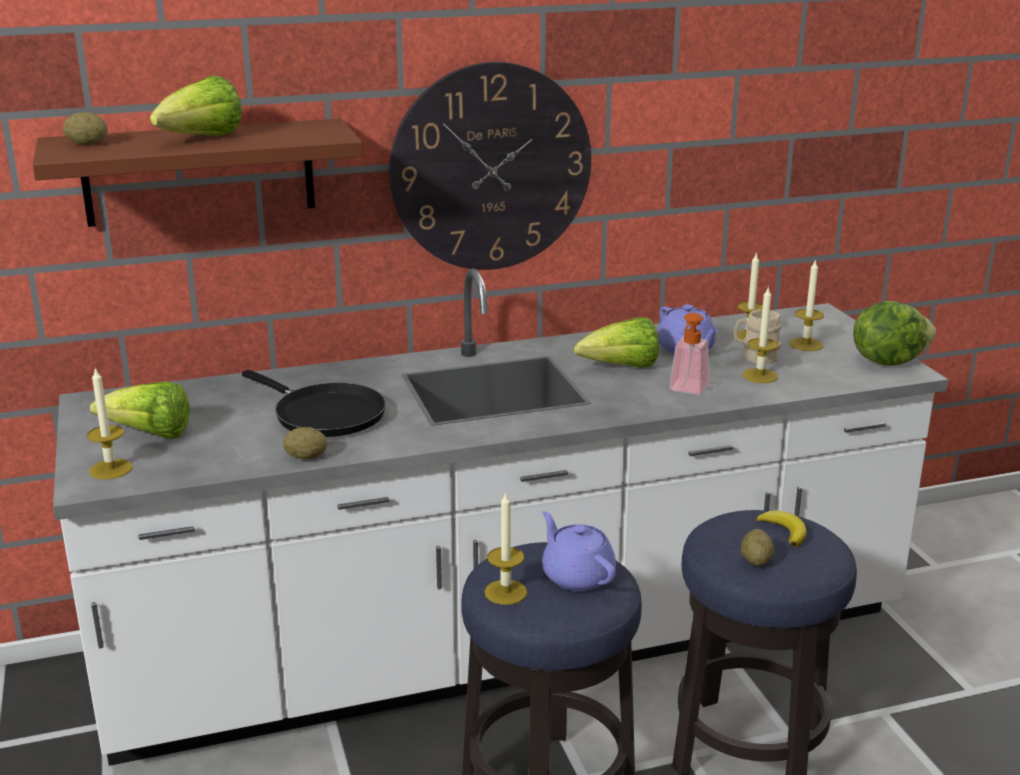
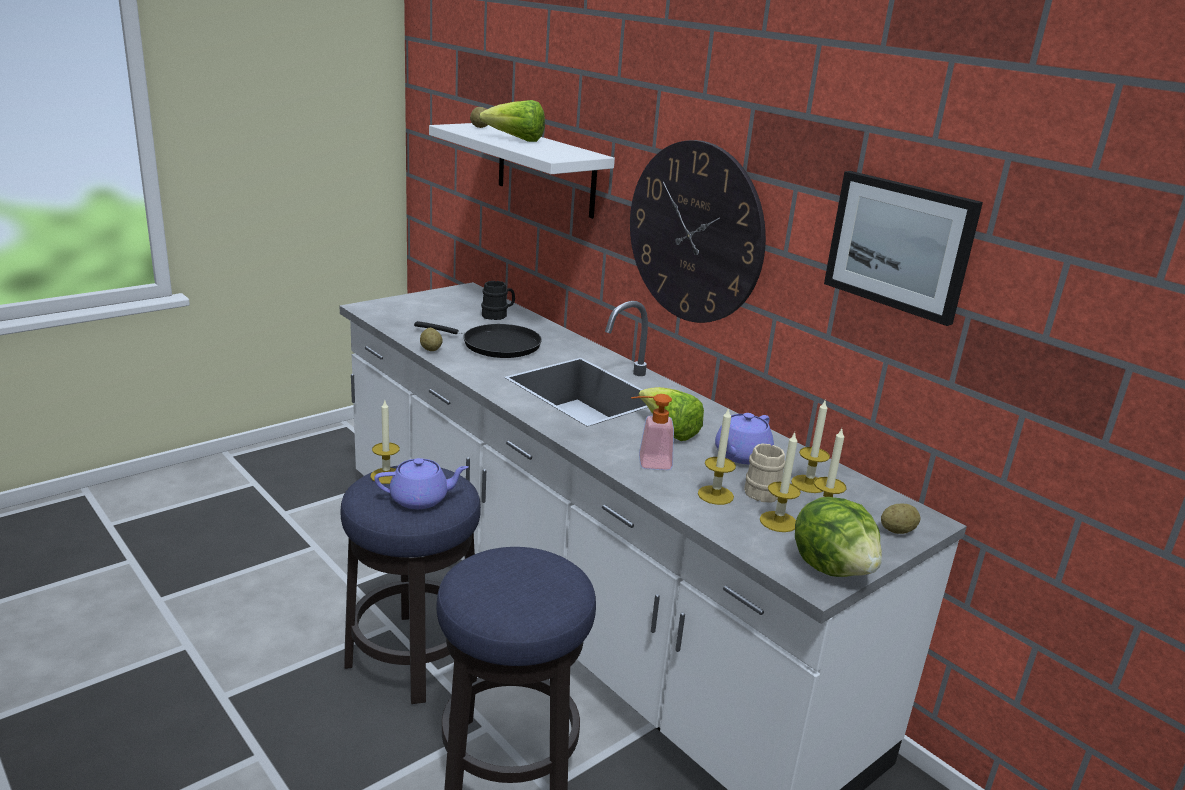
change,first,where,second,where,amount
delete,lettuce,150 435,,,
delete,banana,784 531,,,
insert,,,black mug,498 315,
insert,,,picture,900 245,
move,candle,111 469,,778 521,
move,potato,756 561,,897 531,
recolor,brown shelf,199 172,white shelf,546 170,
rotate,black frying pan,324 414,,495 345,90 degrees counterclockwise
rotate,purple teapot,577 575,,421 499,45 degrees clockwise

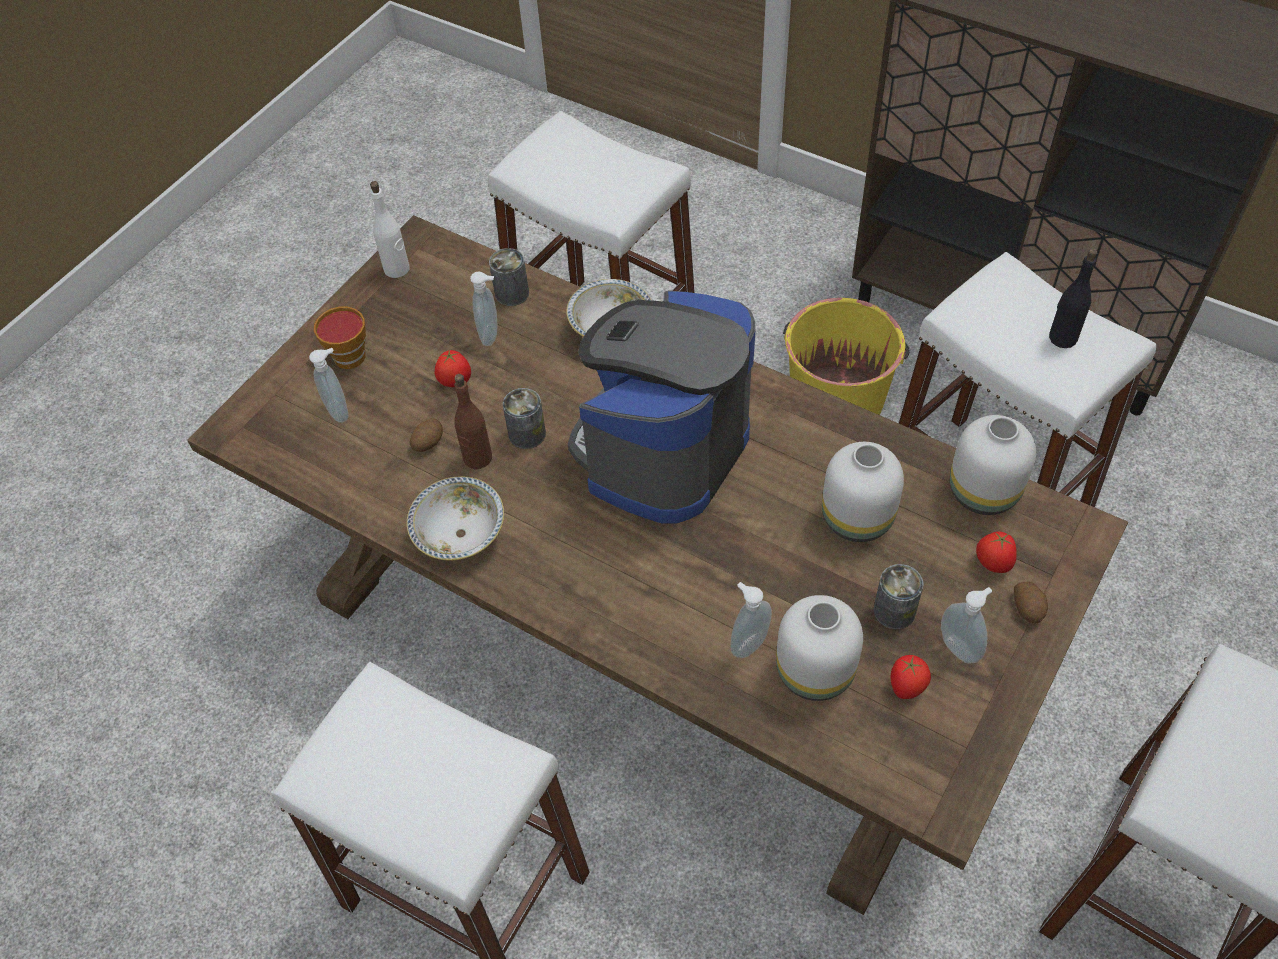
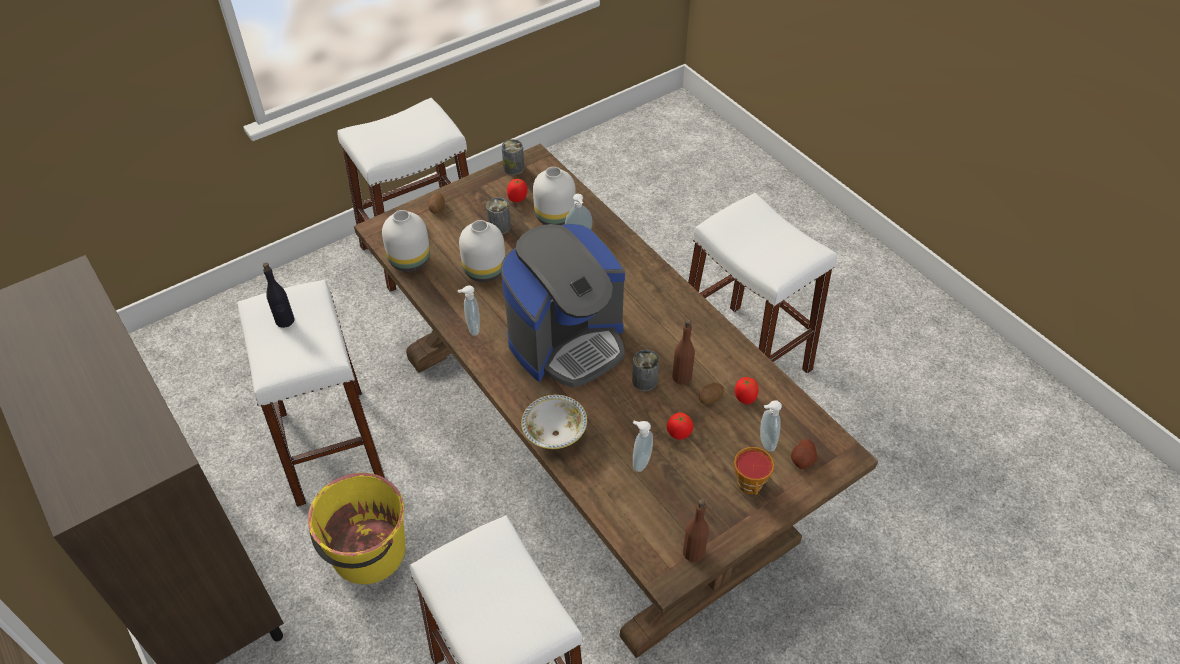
change,first,where,second,where,amount
delete,bowl,460 535,,,
insert,,,potato,802 460,
move,can,512 293,,513 168,
move,soap dispenser,960 647,,472 328,
move,tomato,992 564,,744 398,
recolor,white bottle,397 269,brown bottle,693 552,

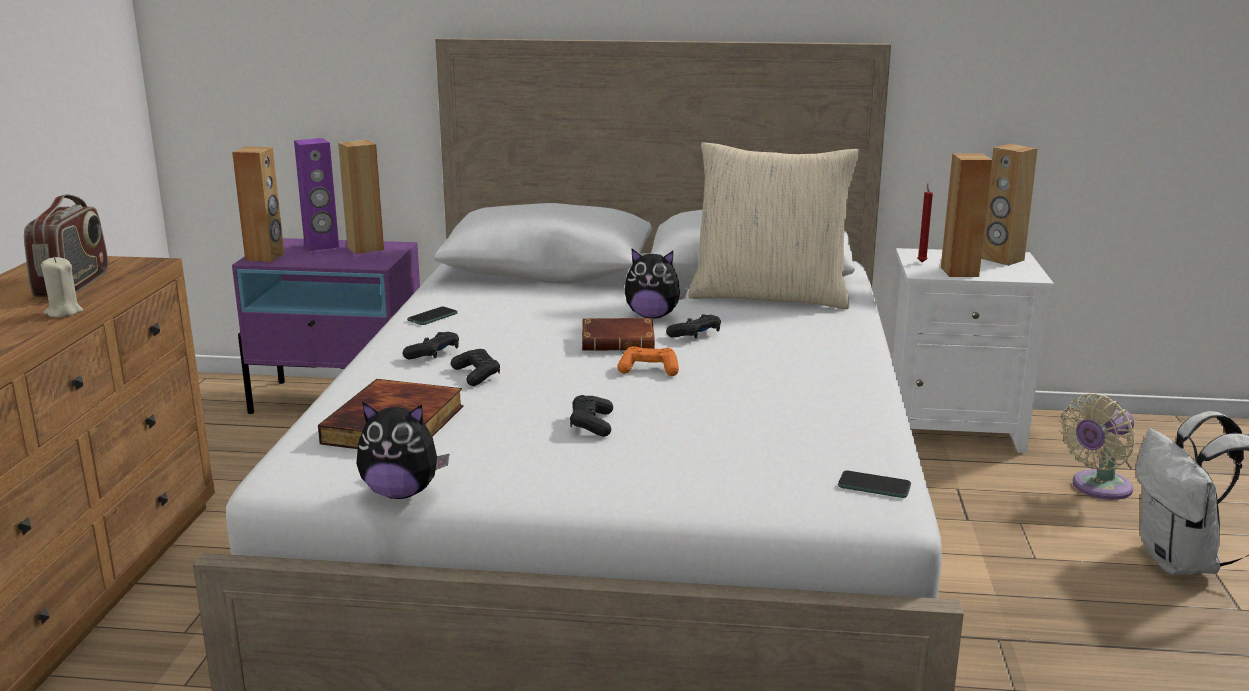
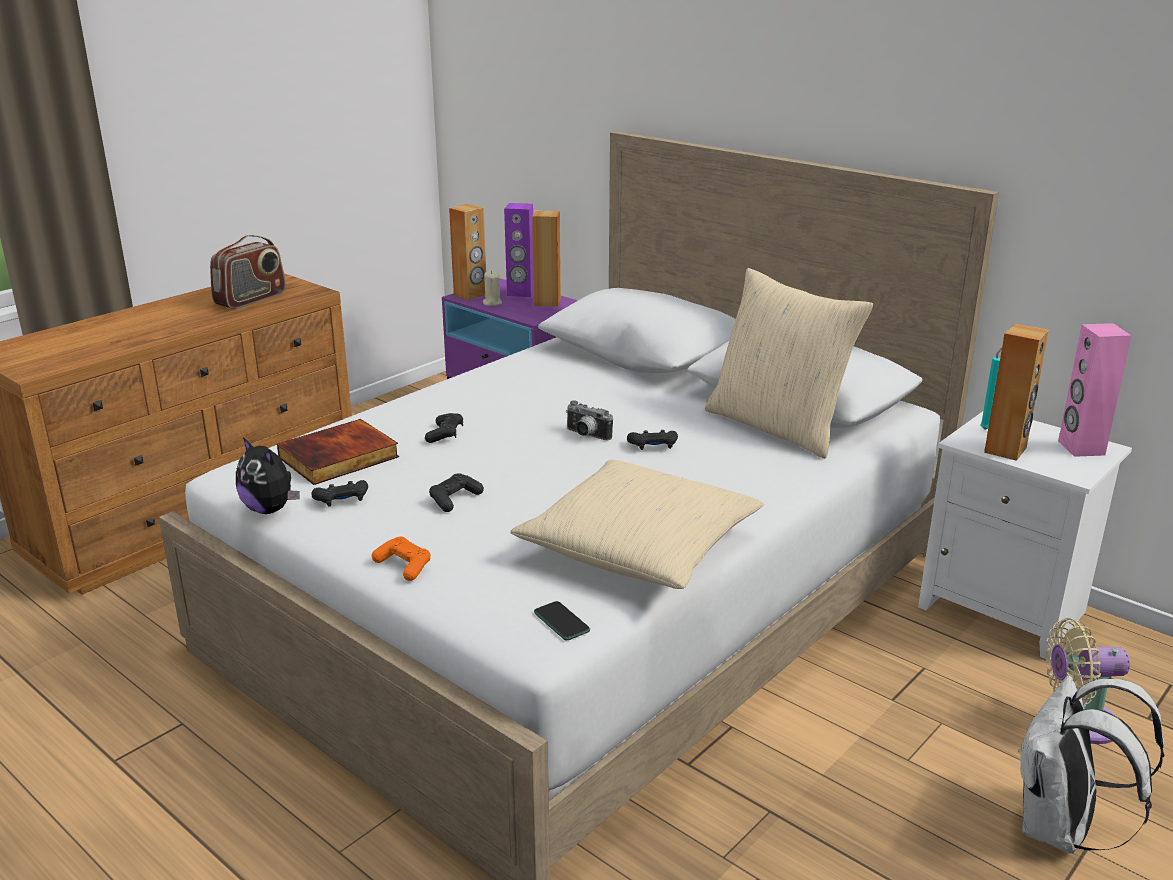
change,first,where,second,where,amount
delete,phone,432 317,,,
delete,plush toy,652 316,,,
insert,,,beige pillow,640 546,
move,beige candle,63 312,,492 303,
move,black game controller,434 354,,342 500,
move,orange game controller,649 370,,404 566,
replace,brown book,620 342,photo camera,586 436,
recolor,red candle,921 262,turquoise candle,985 429,
recolor,brown speaker,1002 259,pink speaker,1080 448,

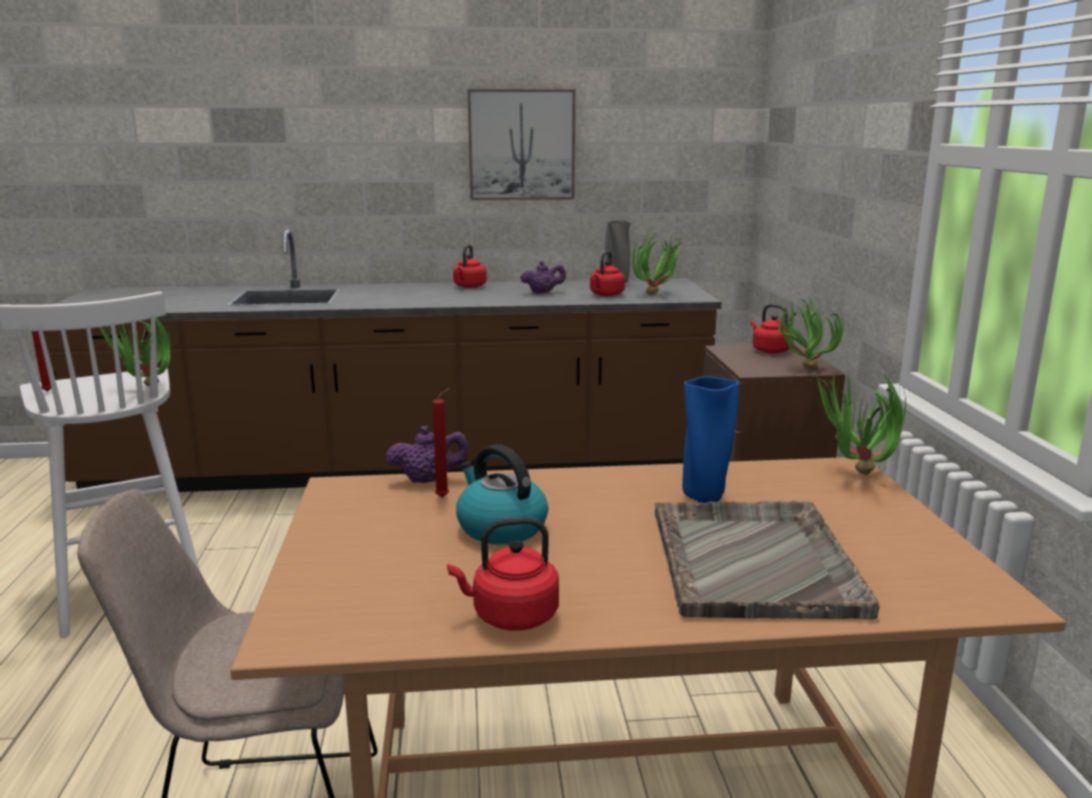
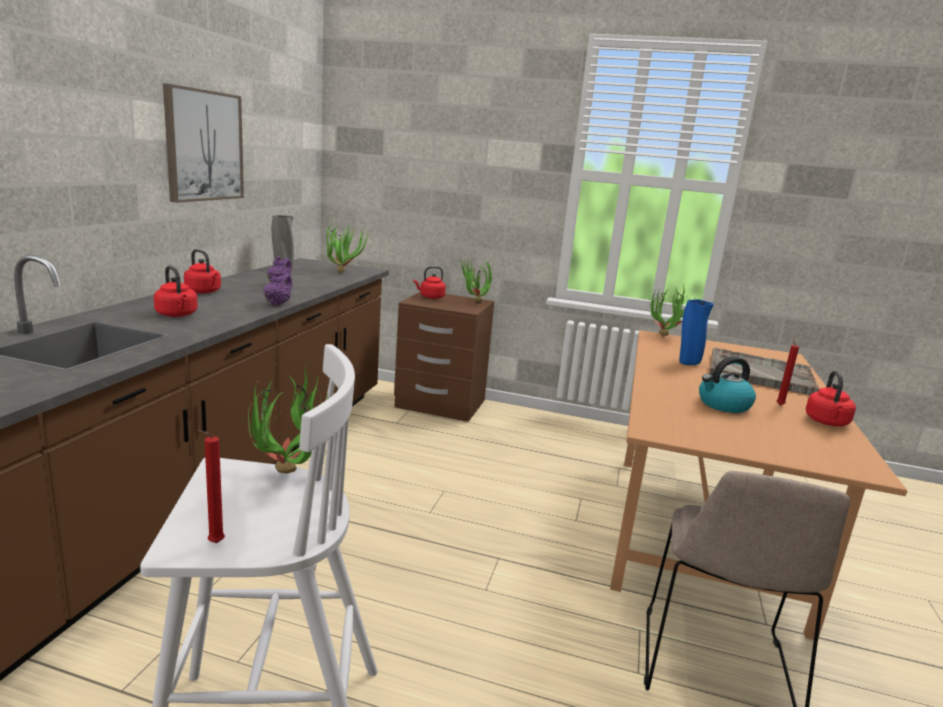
change,first,where,second,where,amount
move,purple teapot,428 480,,277 304,
move,red candle,444 497,,779 404,
move,red kettle,606 295,,177 315,

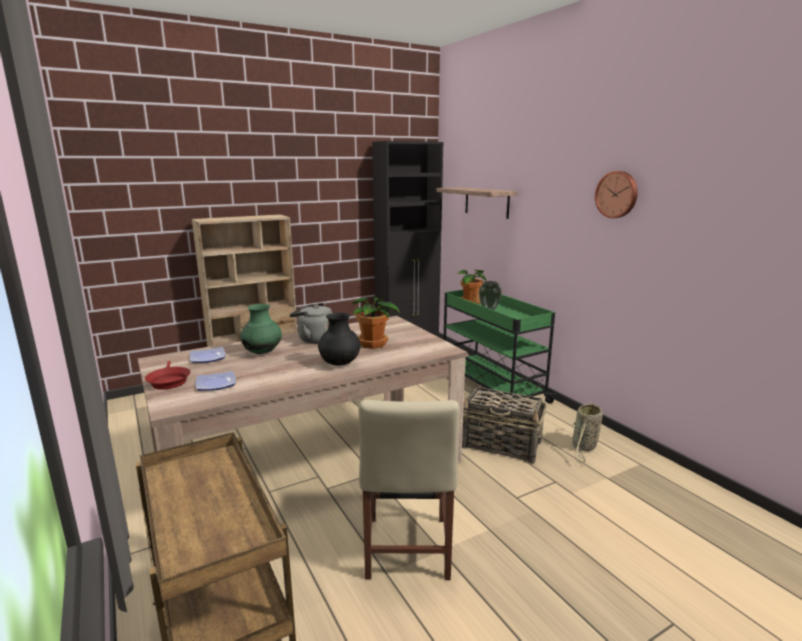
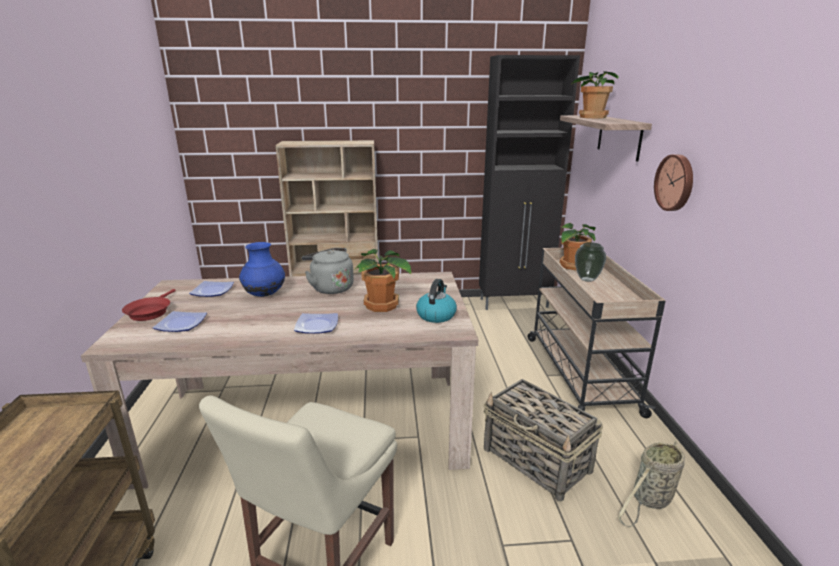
change,first,where,second,where,amount
insert,,,kettle,436 315,
insert,,,potted plant,591 117,
move,wall clock,617 194,,675 182,
replace,black vase,340 364,plate,318 325,
recolor,green vase,262 352,blue vase,265 294,
recolor,green cart,490 385,beige cart,579 373,

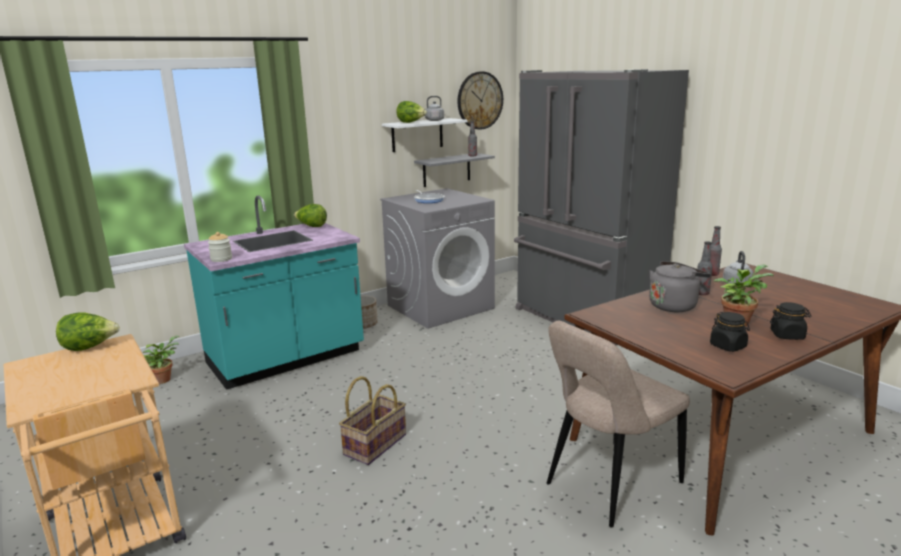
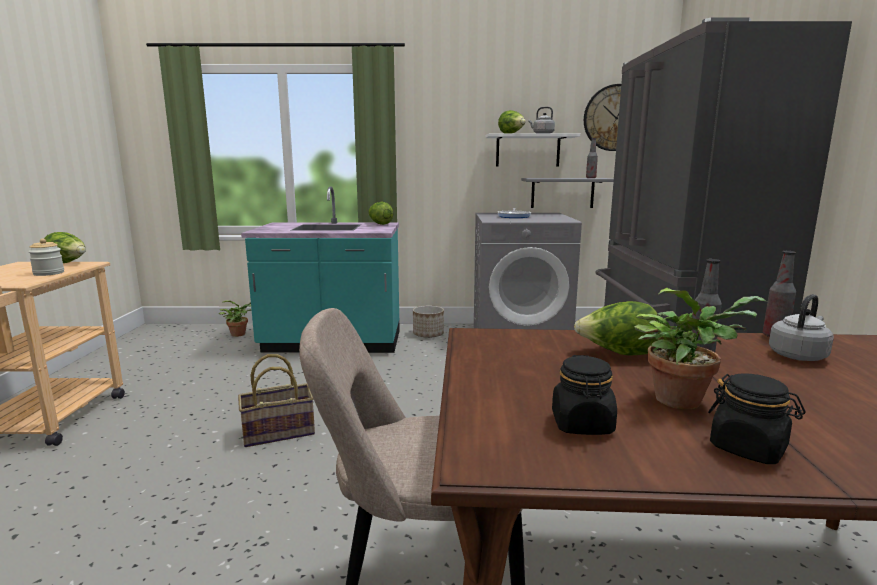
change,first,where,second,where,amount
move,jar,221 259,,49 273,
replace,grey kettle,674 305,lettuce,617 354,

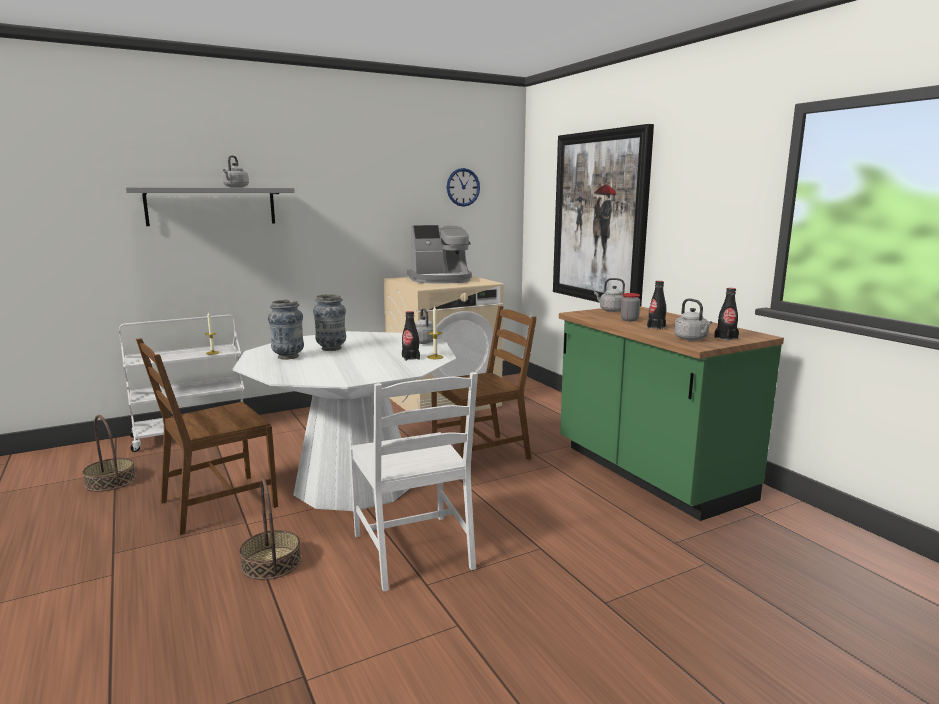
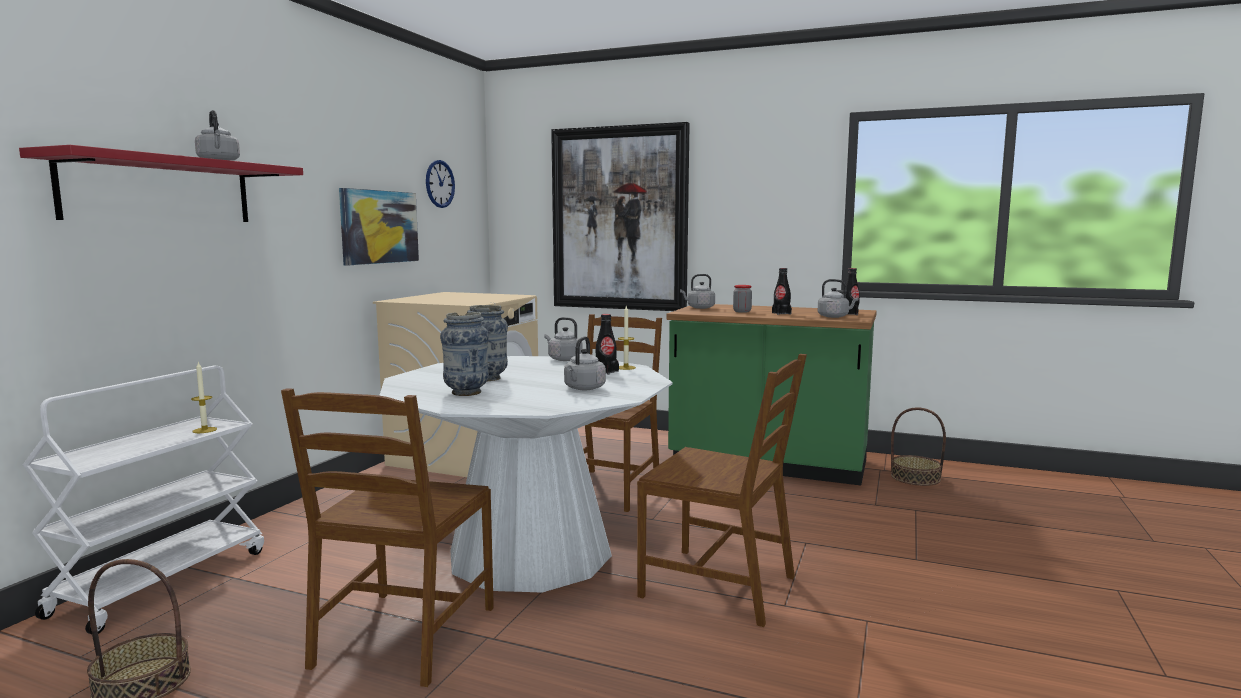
change,first,where,second,where,amount
delete,coffee machine,441 279,,,
insert,,,picture,379 227,
insert,,,grey kettle,583 388,
move,basket,271 563,,915 477,
recolor,grey shelf,211 206,red shelf,160 190,
recolor,white chair,414 551,brown chair,720 585,

